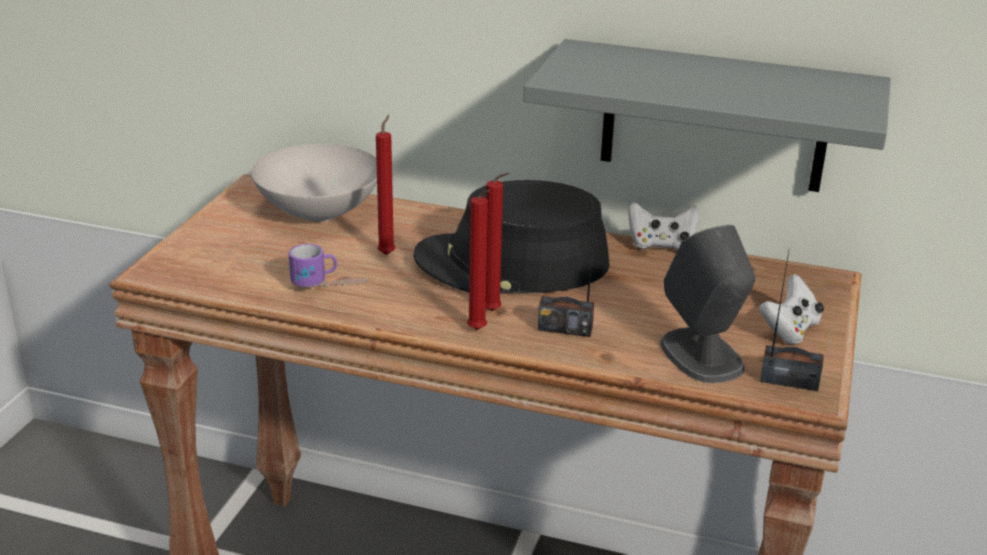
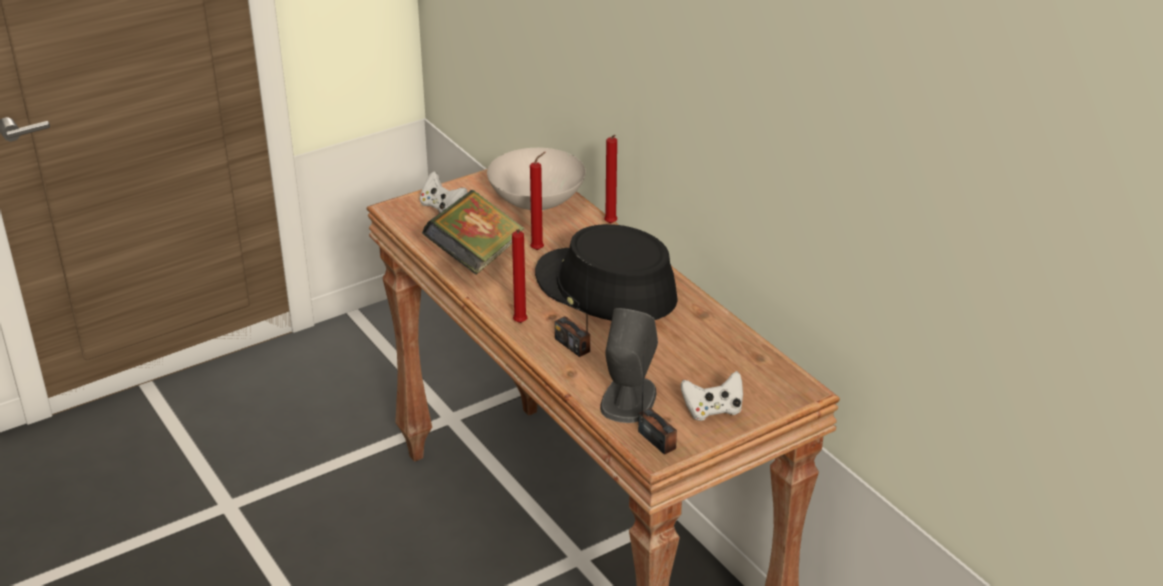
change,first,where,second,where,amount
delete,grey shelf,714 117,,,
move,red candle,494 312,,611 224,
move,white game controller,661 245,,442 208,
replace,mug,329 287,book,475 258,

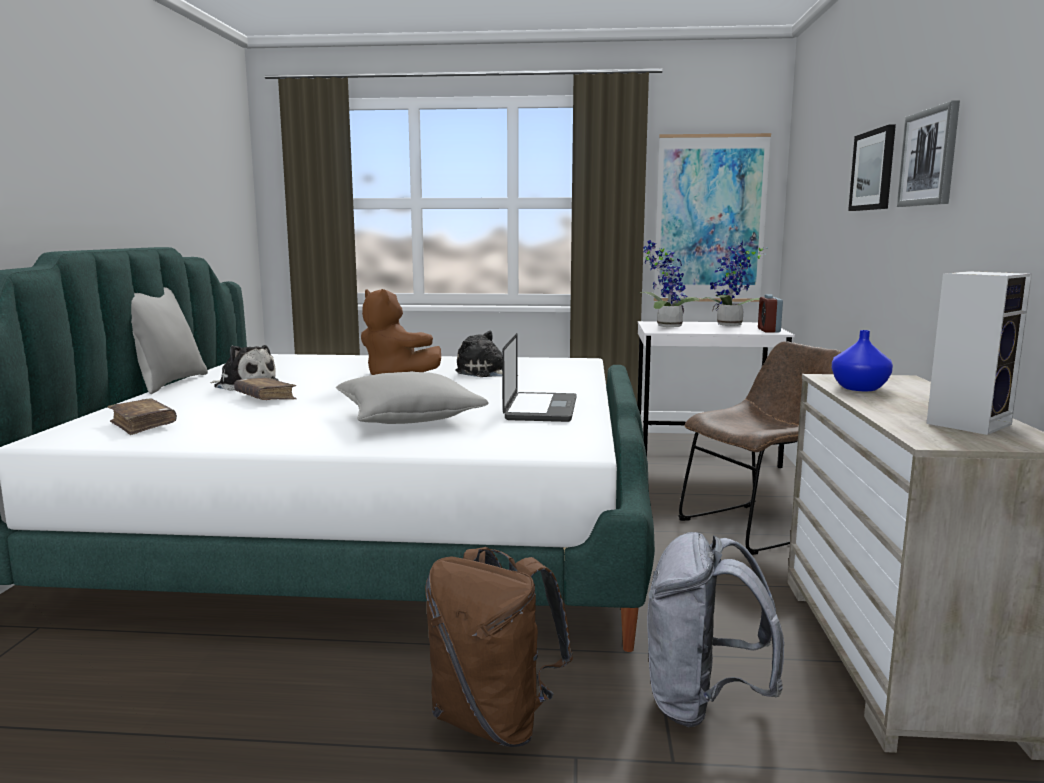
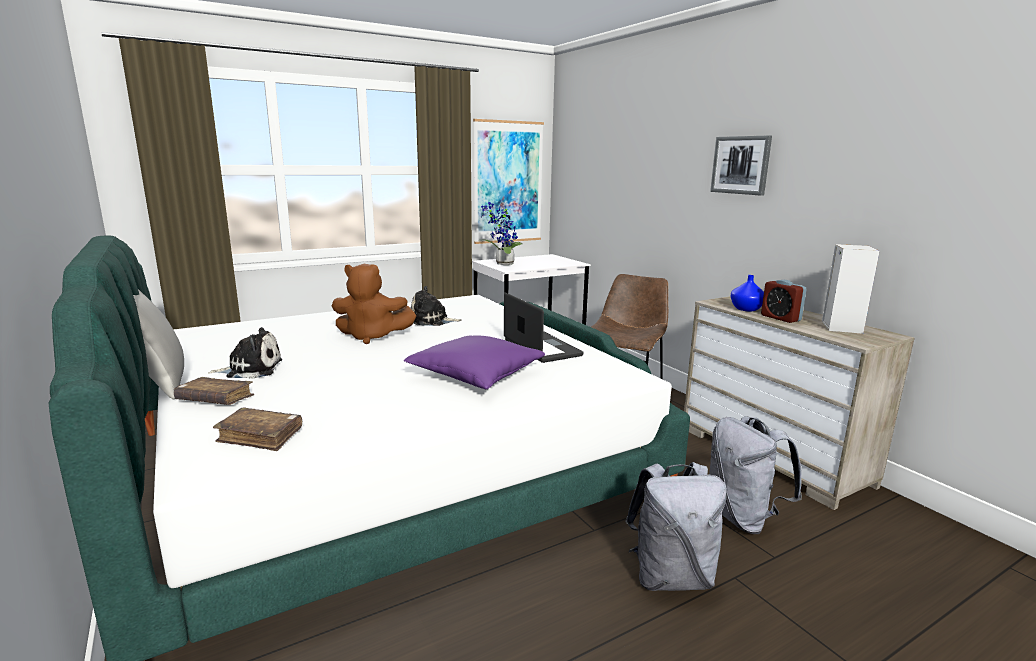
change,first,where,second,where,amount
delete,potted plant,730 325,,,
delete,picture,873 170,,,
move,brown book,265 398,,215 400,
move,alarm clock,769 330,,780 318,
recolor,grey pillow,409 418,purple pillow,476 376,
recolor,brown backpack,494 721,grey backpack,670 576,

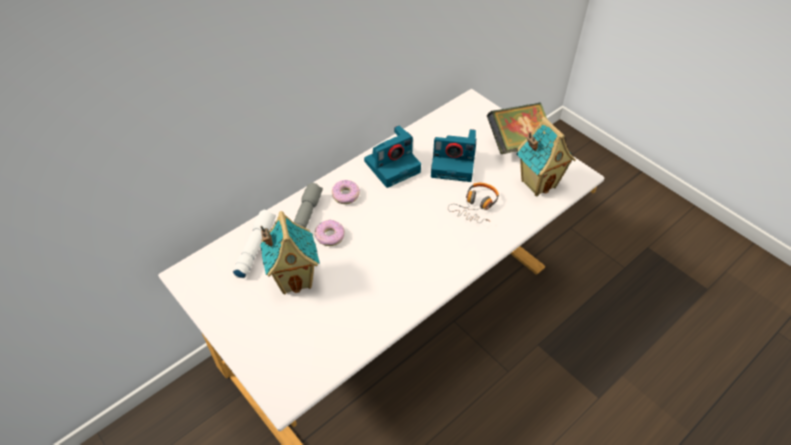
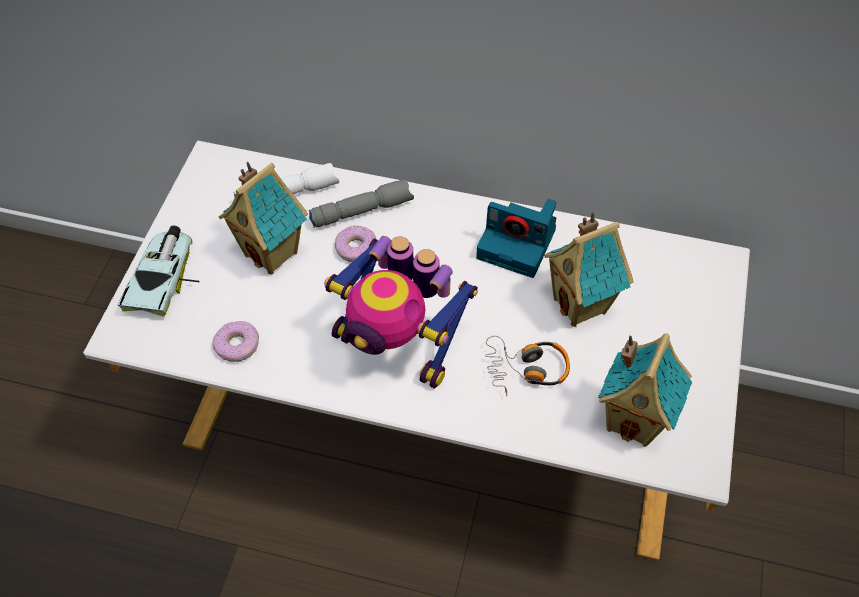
change,first,where,second,where,amount
delete,book,518 143,,,
insert,,,toy car,163 276,
insert,,,toy robot,397 345,
move,donut,346 195,,237 345,
replace,photo camera,454 164,toy house,581 305,

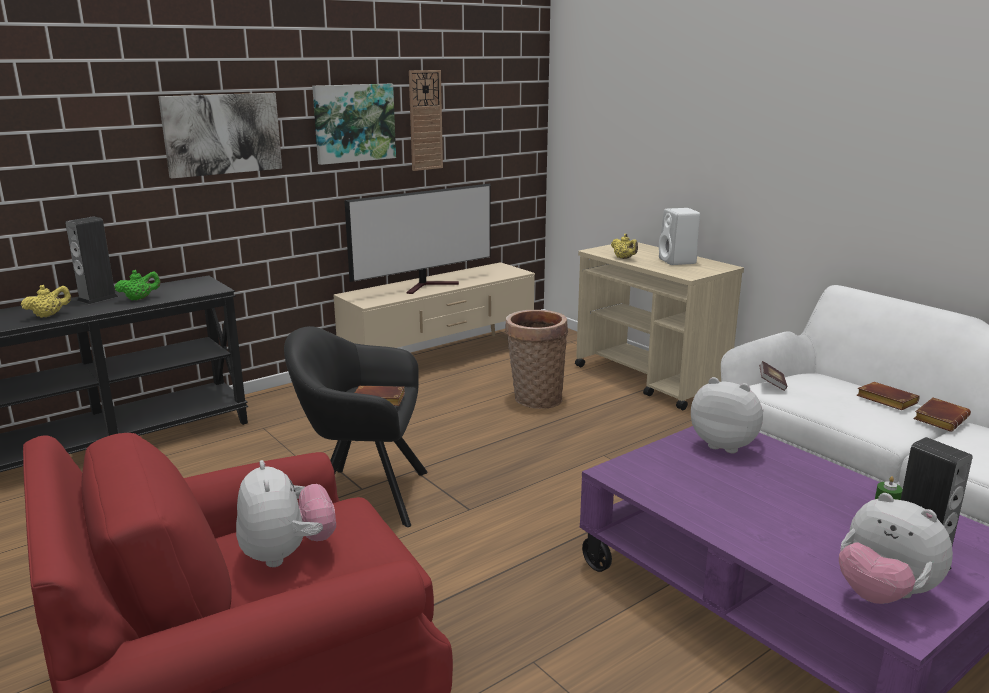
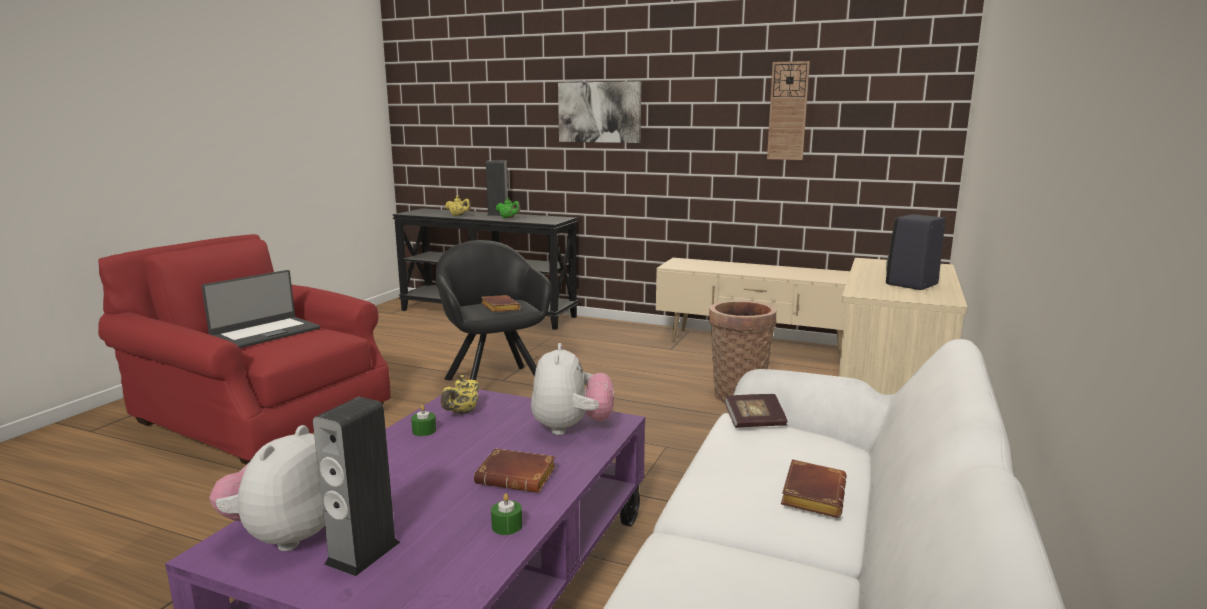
change,first,where,second,where,amount
delete,picture,354 123,,,
delete,television,429 286,,,
insert,,,green candle,424 431,
move,yellow teapot,624 258,,462 412,
move,brown book,939 418,,518 477,
replace,plush toy,287 553,laptop,265 333,
recolor,white speaker,678 261,black speaker,911 285,

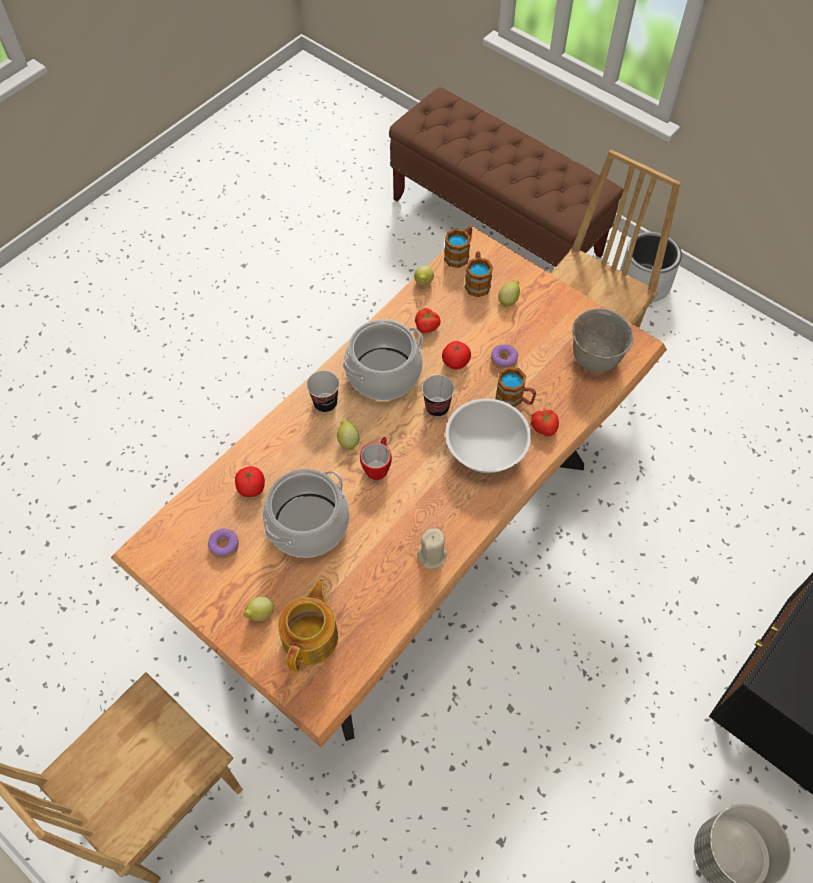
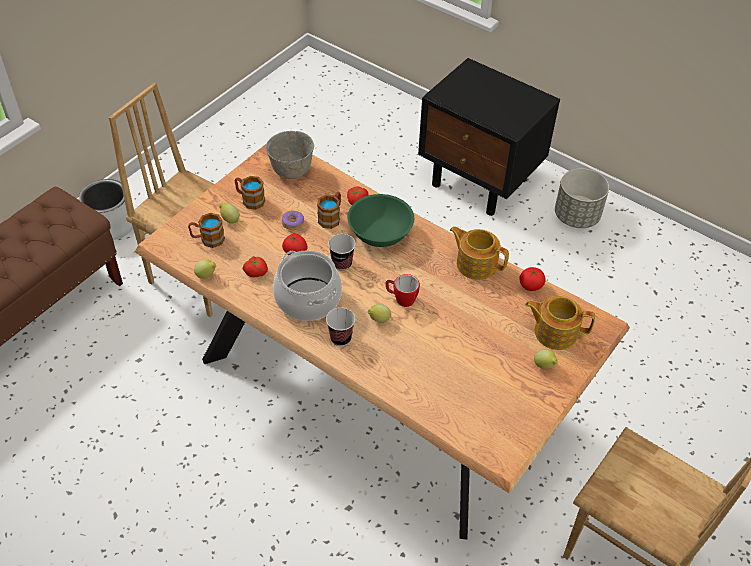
change,first,where,second,where,amount
delete,donut,224 545,,,
delete,cooking pot,308 525,,,
move,tomato,251 488,,531 286,
move,mug,459 254,,249 199,
replace,beige candle,432 556,teapot,476 264,
recolor,white bowl,485 449,green bowl,379 234,

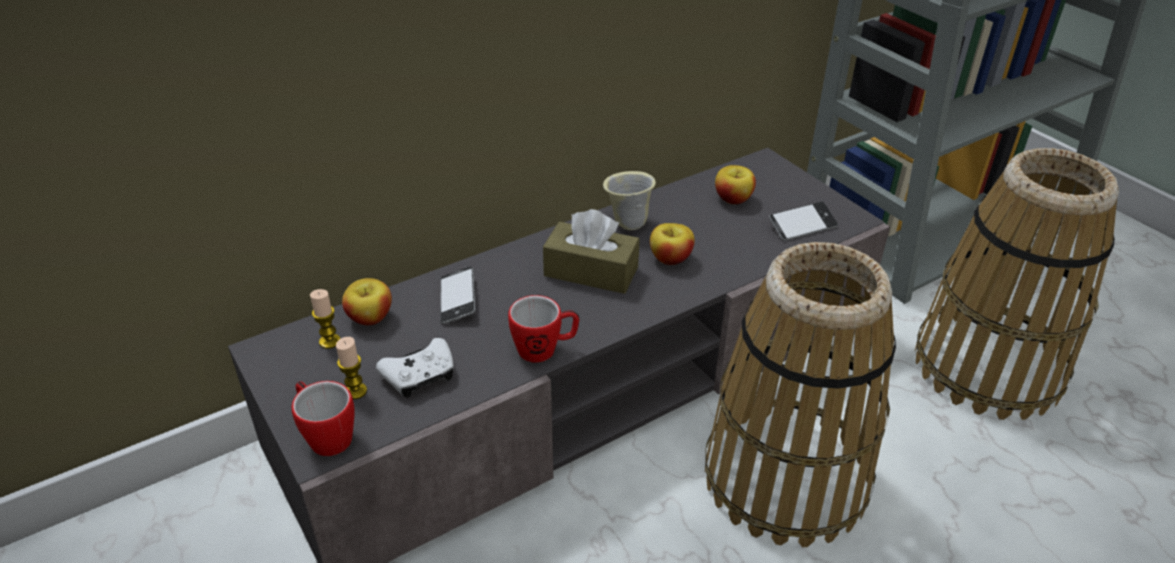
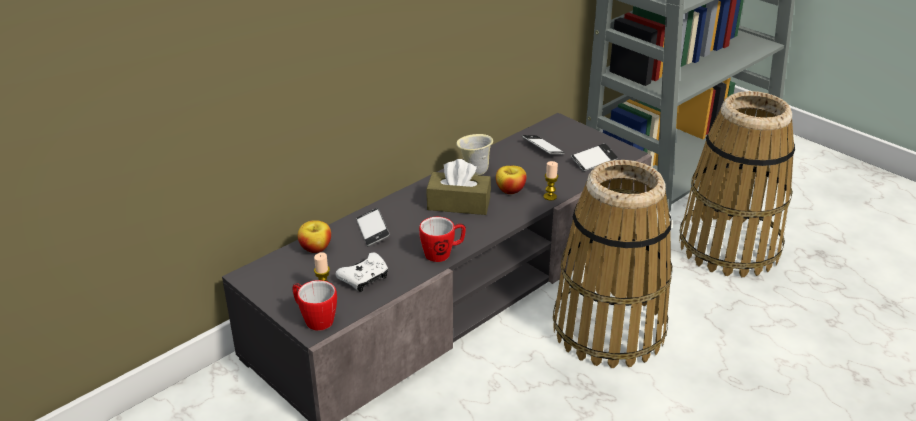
change,first,where,second,where,amount
move,candle,330 341,,550 196,
replace,apple,733 199,phone,542 148,

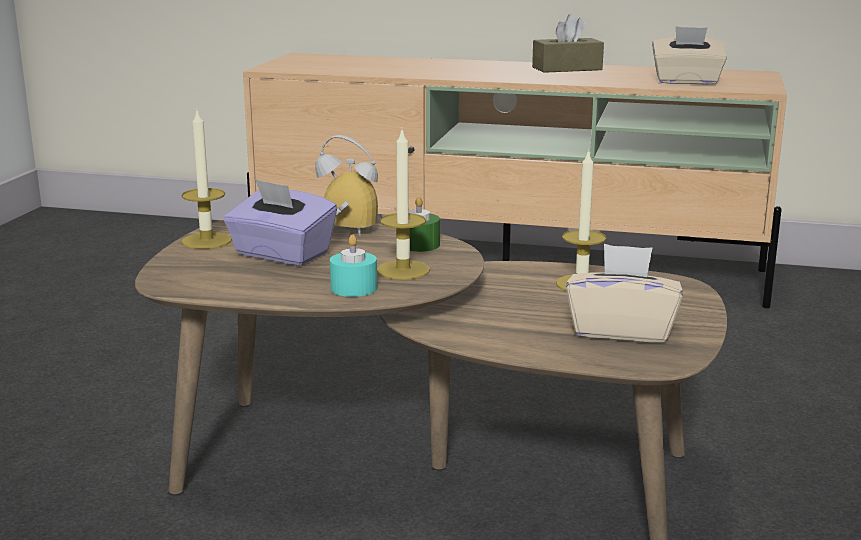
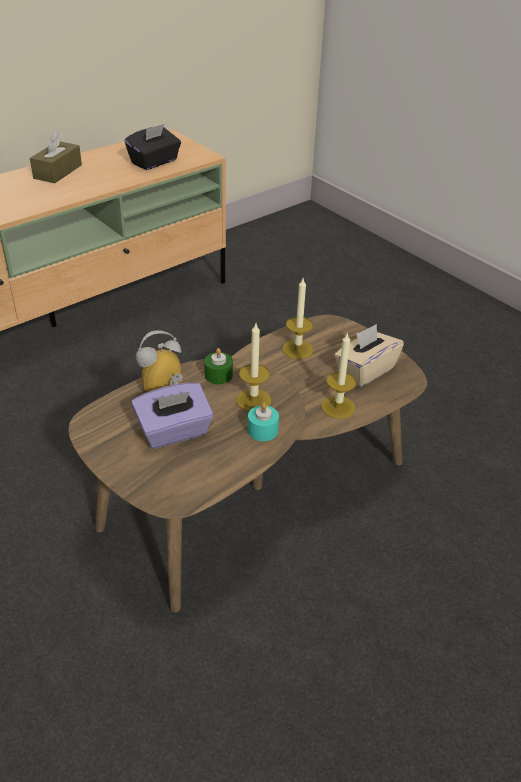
change,first,where,second,where,amount
move,candle,206 241,,338 407,
recolor,beige tissue box,686 81,black tissue box,154 162,

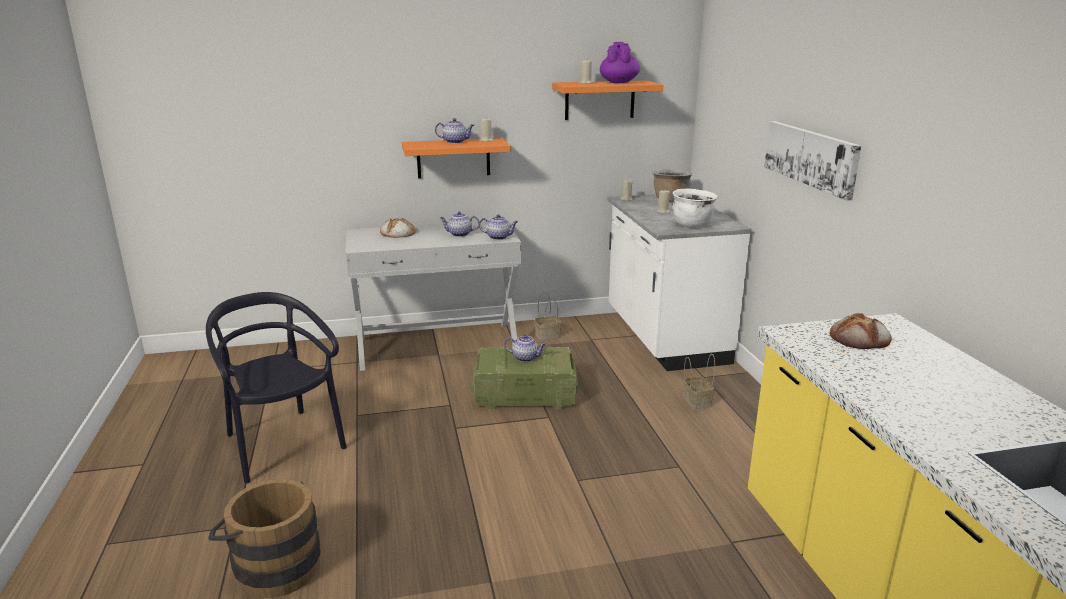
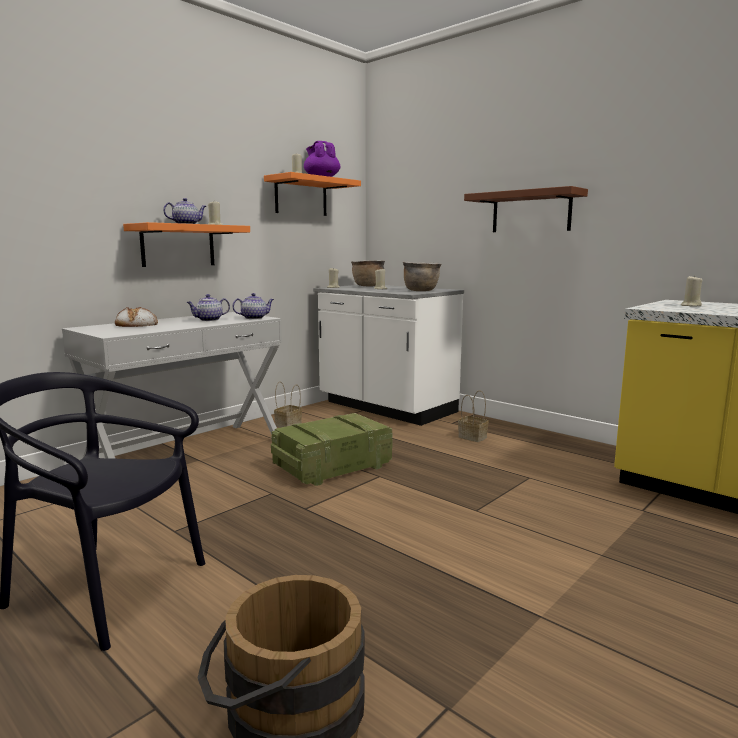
change,first,where,second,where,amount
delete,teapot,526 358,,,
replace,picture,811 157,brown shelf,531 212,
replace,bread,860 338,beige candle,691 305,
recolor,white cooking pot,692 225,brown cooking pot,421 290,

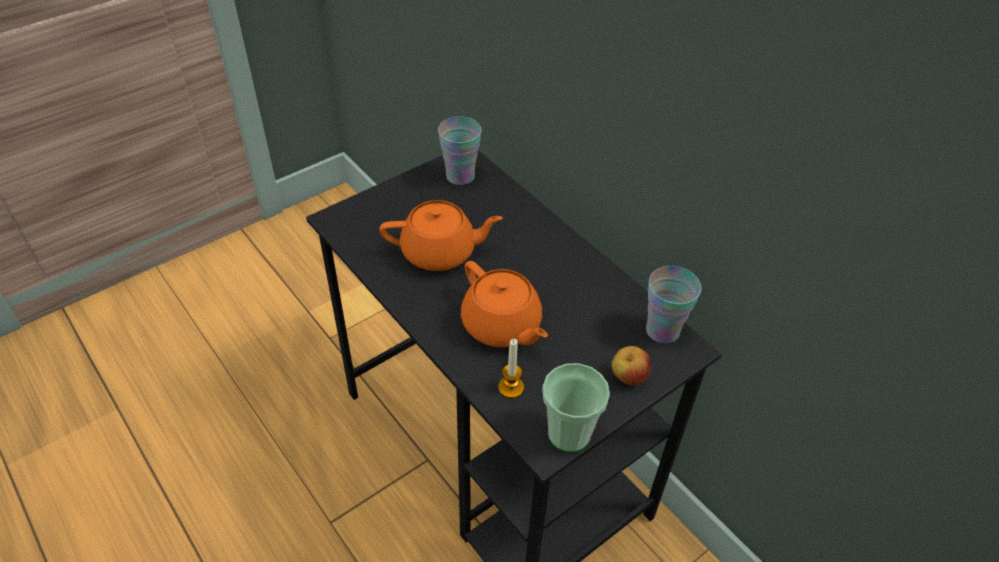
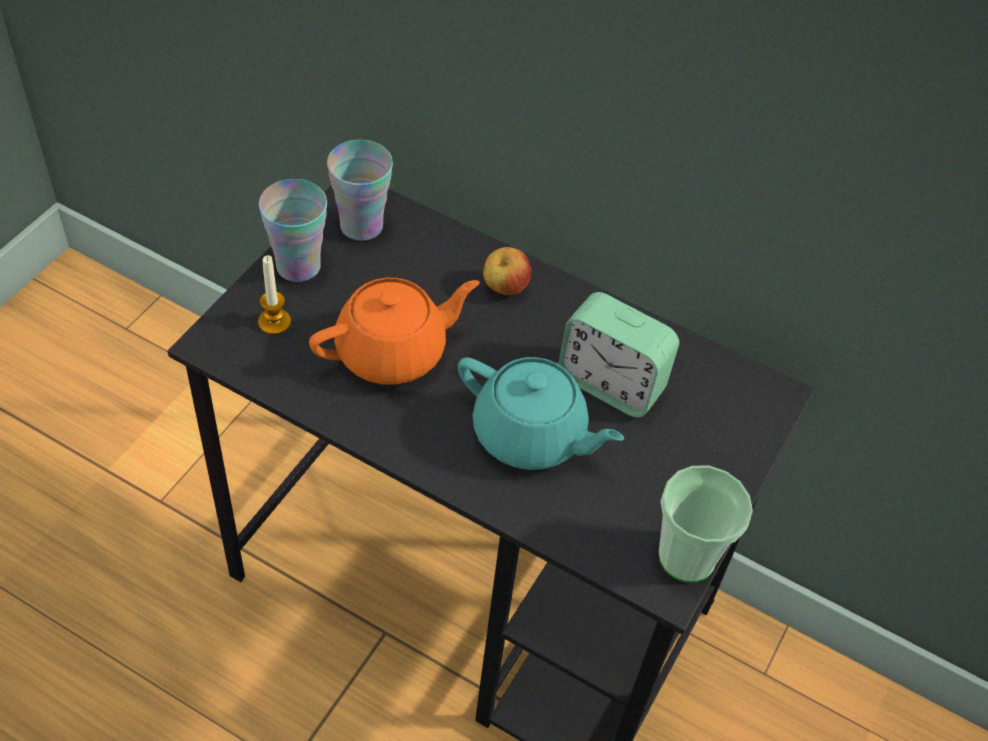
change,first,where,second,where,amount
insert,,,alarm clock,611 384,
move,candle,511 387,,274 322,
move,apple,628 377,,504 288,
move,cup,662 331,,298 266,
recolor,orange teapot,502 326,turquoise teapot,530 435,

